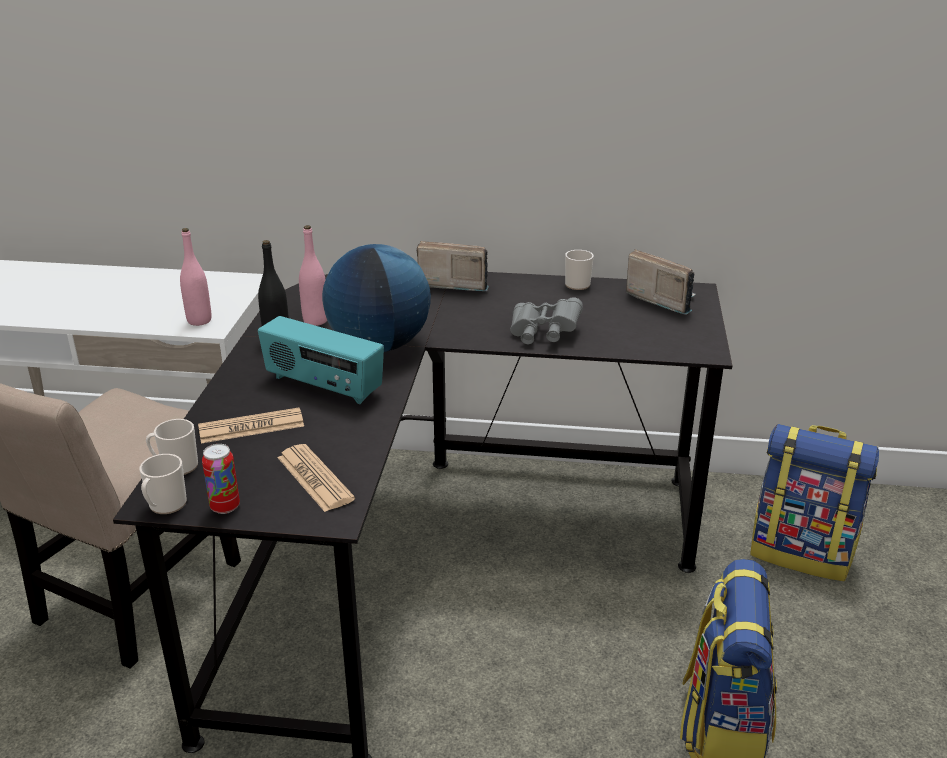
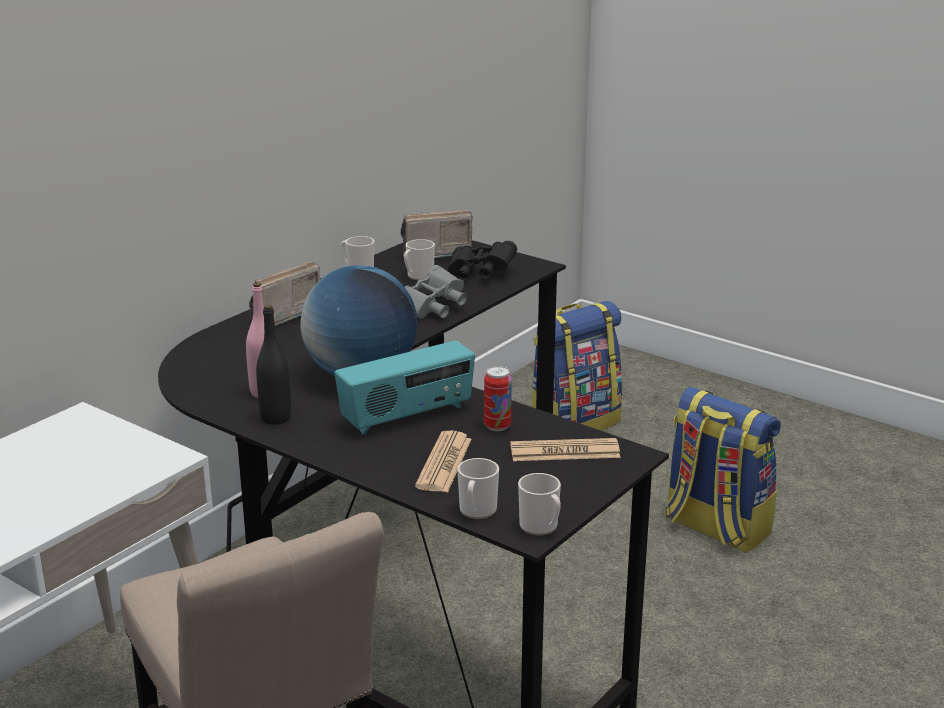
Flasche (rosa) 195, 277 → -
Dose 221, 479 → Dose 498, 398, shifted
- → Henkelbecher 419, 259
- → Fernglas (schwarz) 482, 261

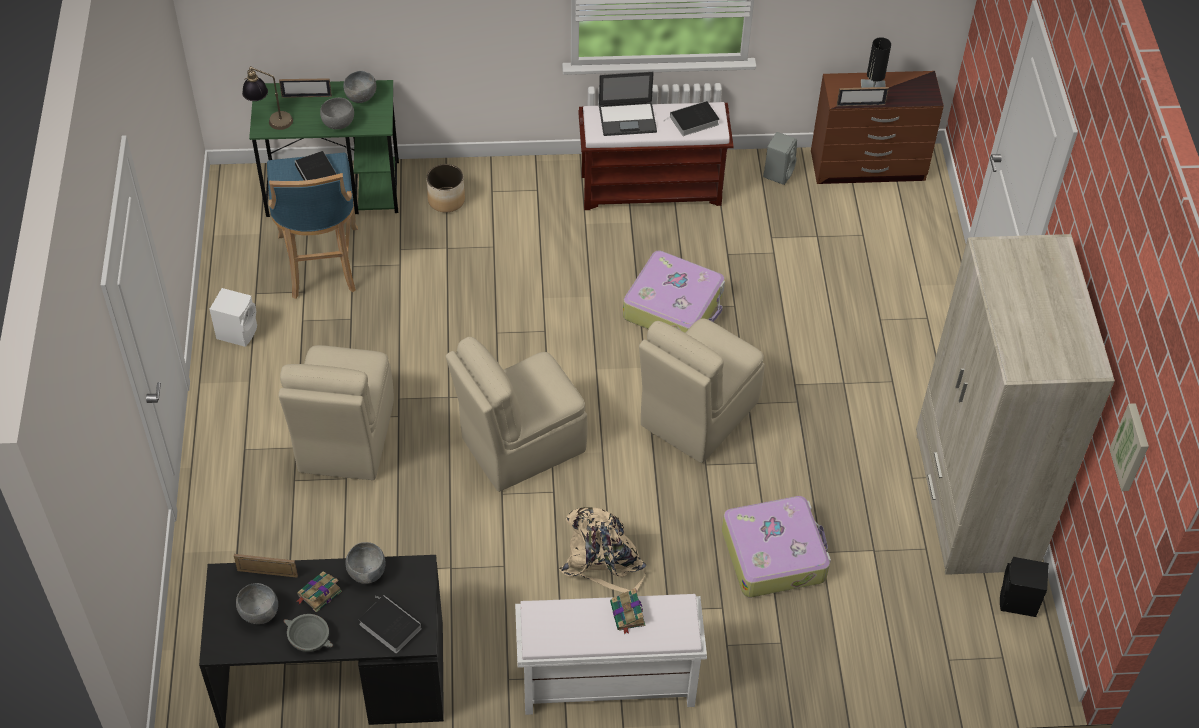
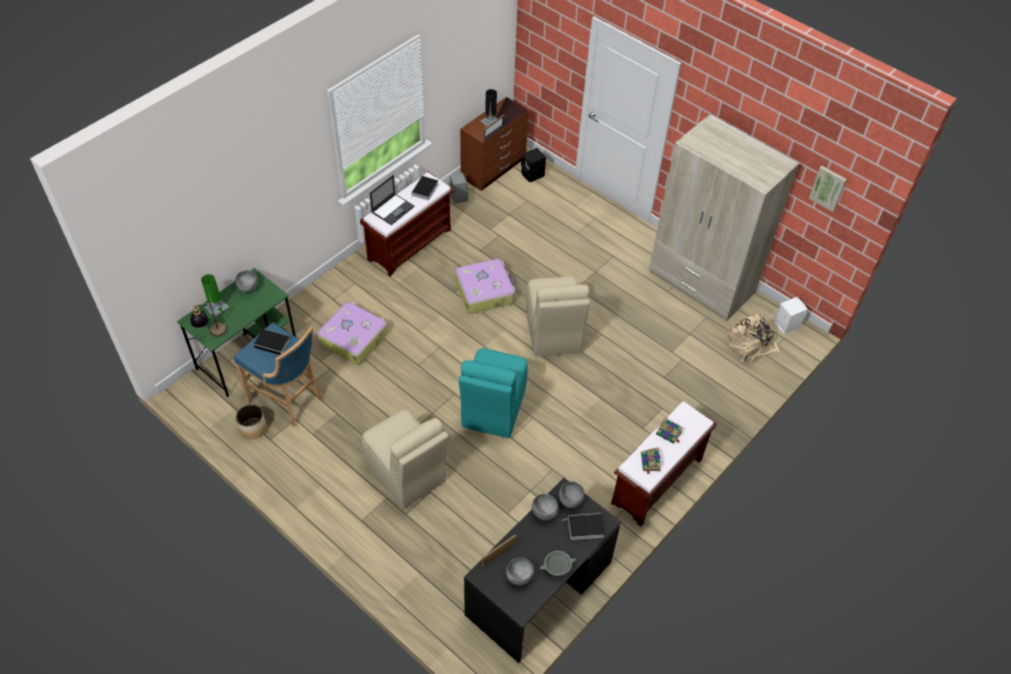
Bilderrahmen 305, 88 → Tischlampe (grün) 215, 295
Schüssel (grau) 337, 113 → Schüssel (grau) 572, 494, shifted
Pflanzkübel 445, 188 → Pflanzkübel 251, 421, shifted
Lautsprecher (weiß) 233, 317 → Lautsprecher (weiß) 790, 315, shifted
Stuhl (beige) 516, 414 → Stuhl (türkis) 493, 393
Koffer 776, 546 → Koffer 353, 333, shifted
Rucksack (beige) 602, 550 → Rucksack (beige) 753, 338, shifted
Lautsprecher (schwarz) 1024, 587 → Lautsprecher (schwarz) 533, 165, shifted
Buch 319, 592 → Buch 651, 460, shifted
Bank (weiß) 611, 654 → Bank (braun) 664, 464

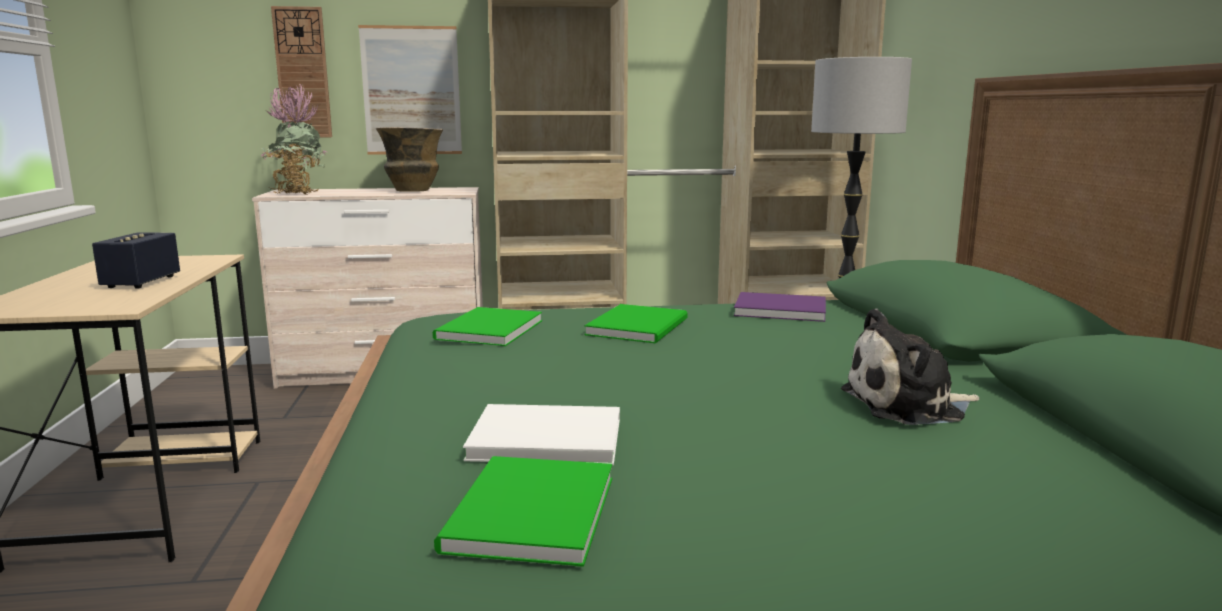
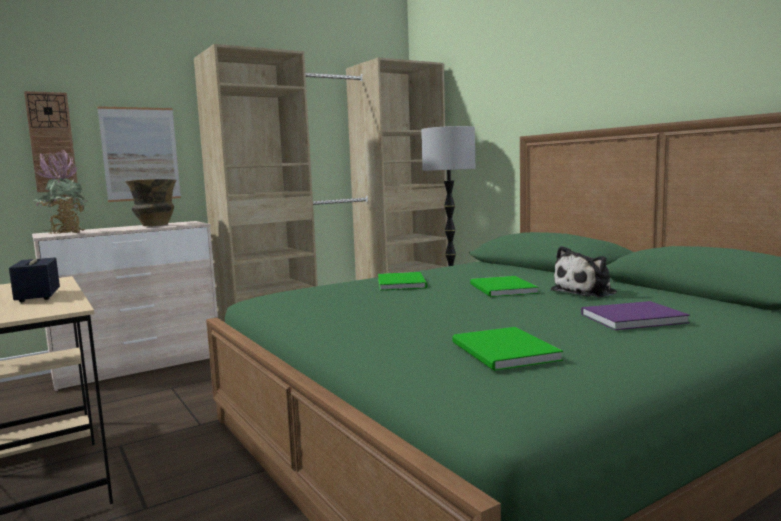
Buch (lila) 780, 307 → Buch (lila) 635, 315, shifted
Buch (grün) 487, 326 → Buch (grün) 504, 286, shifted
Buch (weiß) 541, 434 → -

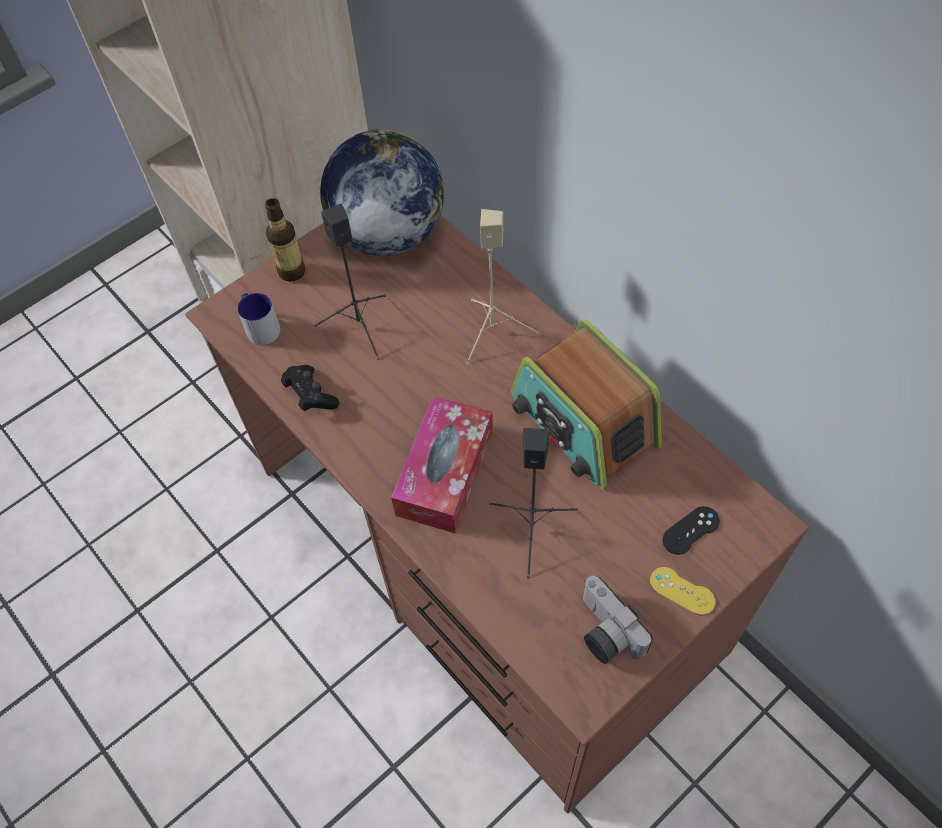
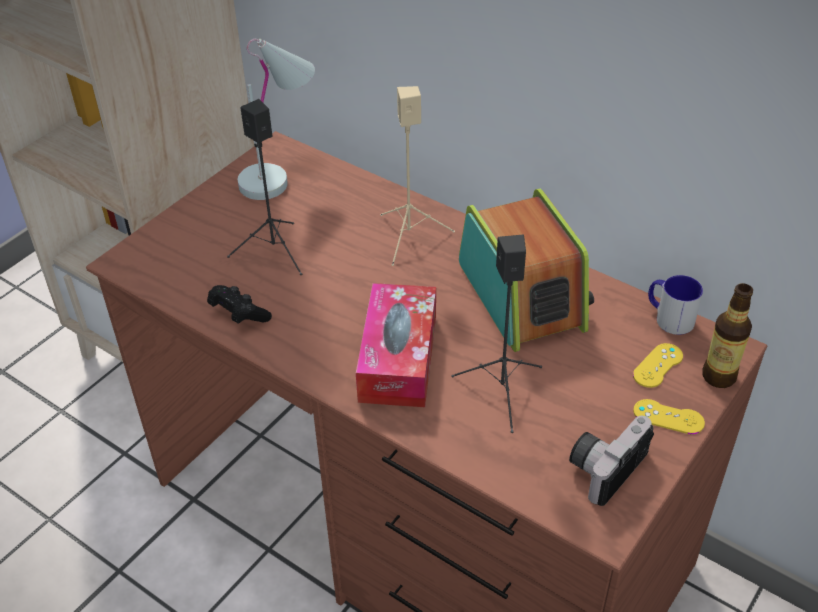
Globus 382, 192 → Tischlampe (weiß) 276, 119
Flasche 285, 240 → Flasche 728, 335, shifted
Henkelbecher 258, 319 → Henkelbecher 675, 305, shifted
Radio 586, 404 → Radio 526, 270, 150 degrees counterclockwise
Gamepad (schwarz) 691, 530 → Gamepad (gelb) 658, 365
Kamera 618, 620 → Kamera 611, 461, 90 degrees clockwise

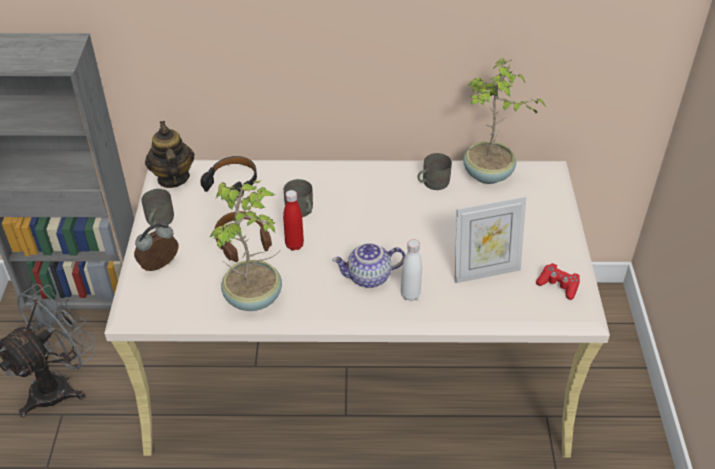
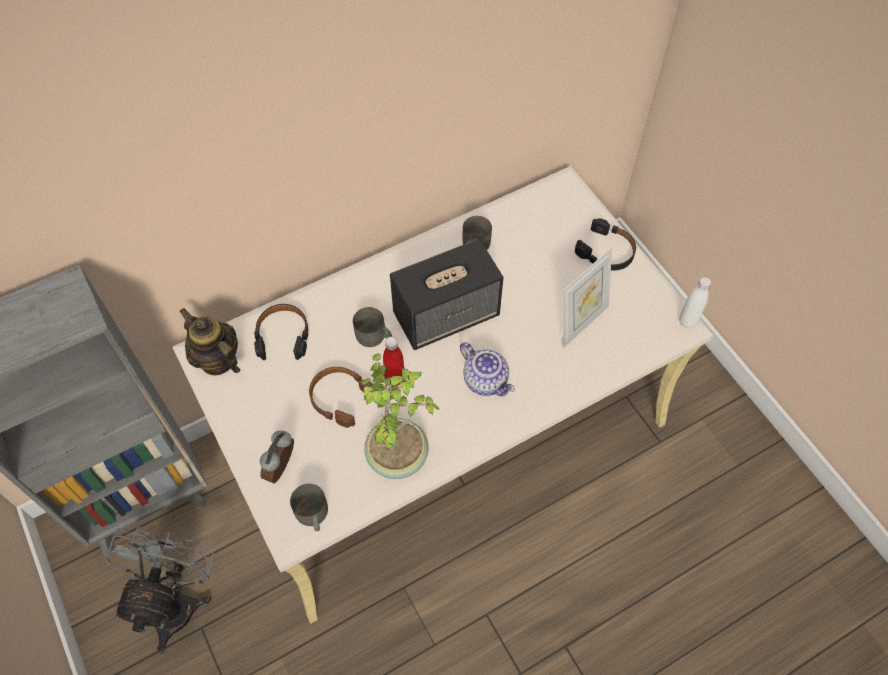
Topfpflanze 504, 121 → -
Henkelbecher (grau) 157, 207 → Henkelbecher (grau) 309, 507, shifted
Flasche (weiß) 411, 270 → Flasche (weiß) 695, 302, shifted
Teekanne 368, 265 → Teekanne 487, 369, 90 degrees counterclockwise
Gamepad (rot) 558, 281 → -
- → Kopfhörer (schwarz) 605, 244
- → Lautsprecher 446, 294

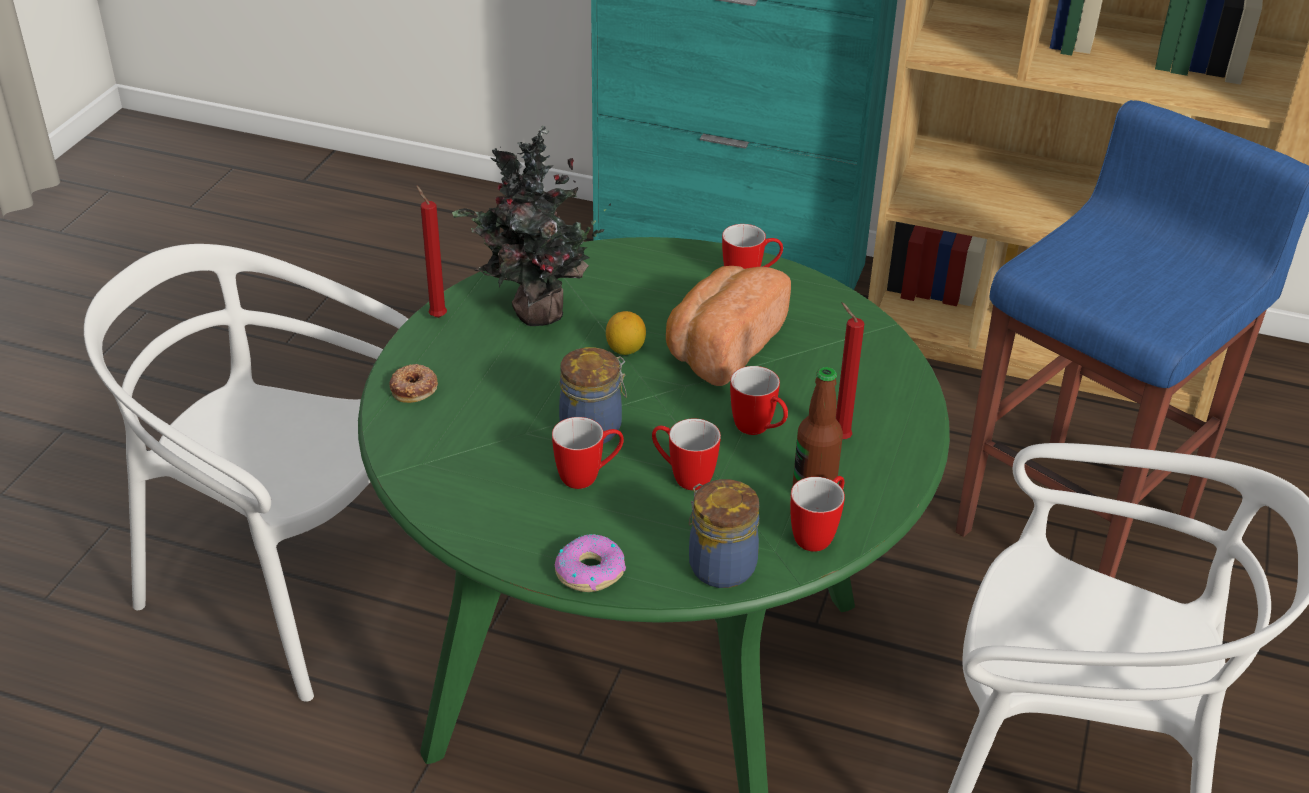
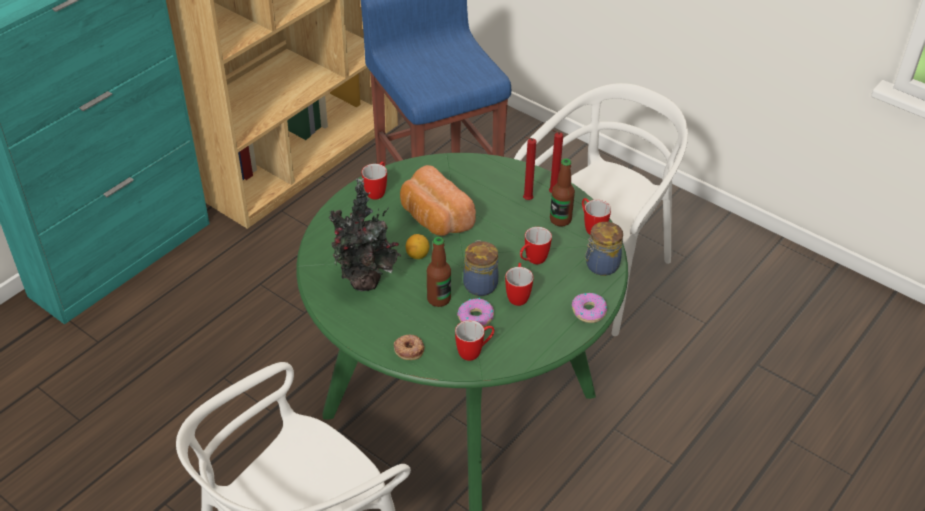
Kerze (rot) 431, 251 → Kerze (rot) 556, 161, shifted
Henkelbecher 759, 400 → Henkelbecher 474, 340, shifted
- → Flasche 439, 272
- → Donut 475, 312

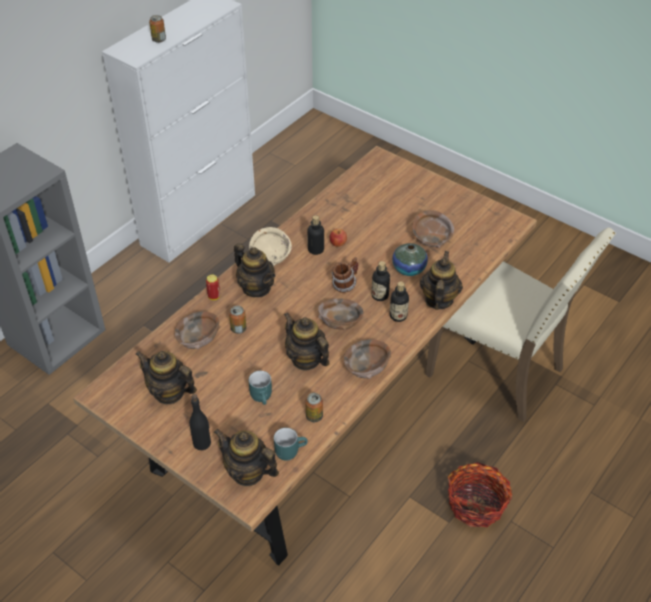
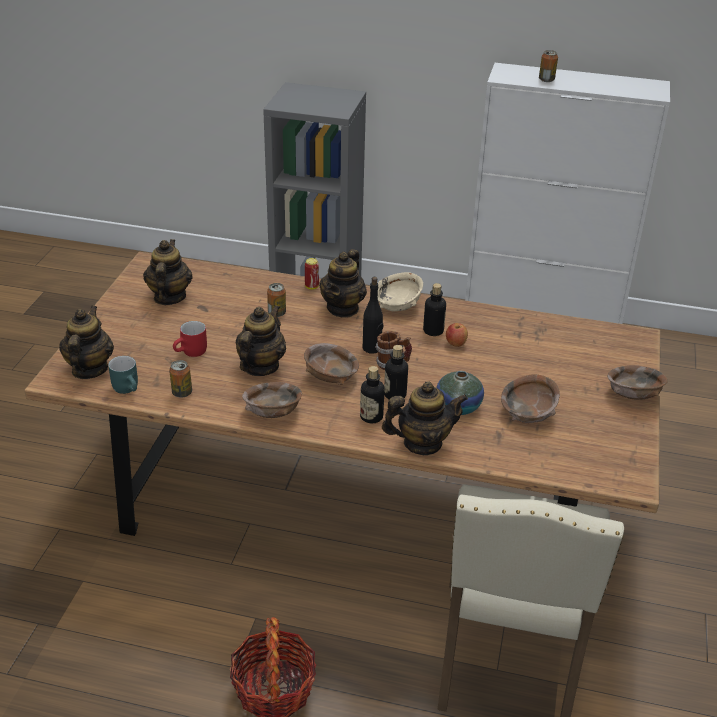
Schüssel (braun) 198, 330 → Schüssel (braun) 637, 382, shifted
Henkelbecher (türkis) 260, 388 → Henkelbecher (rot) 190, 339
Flasche (schwarz) 200, 422 → Flasche (schwarz) 373, 315, shifted

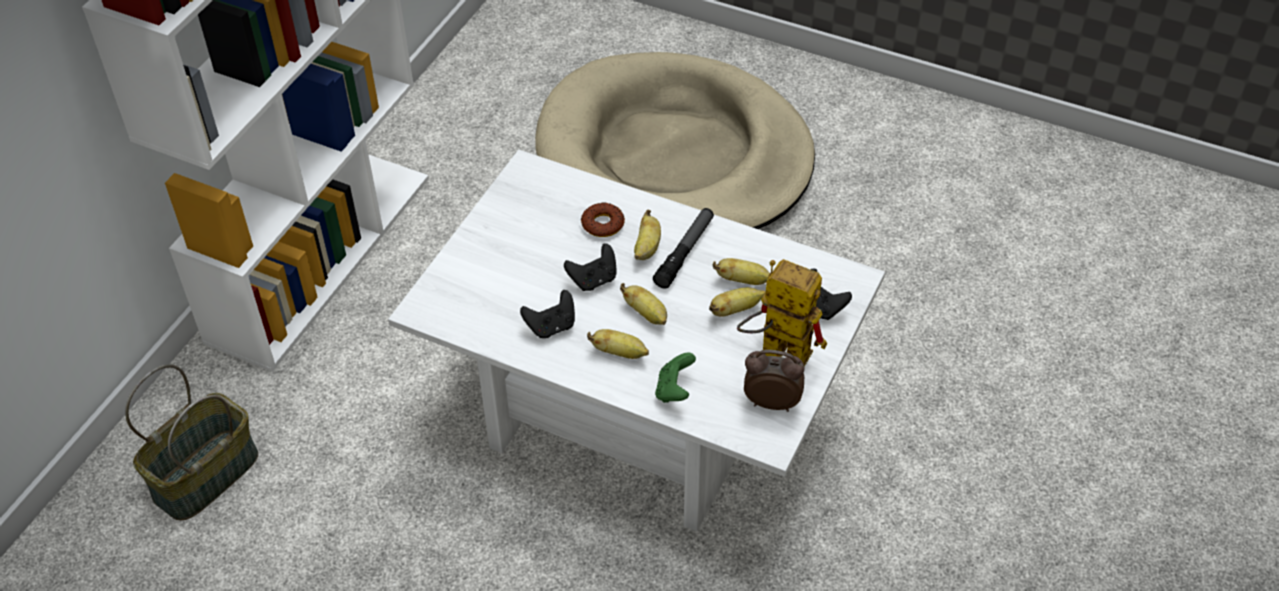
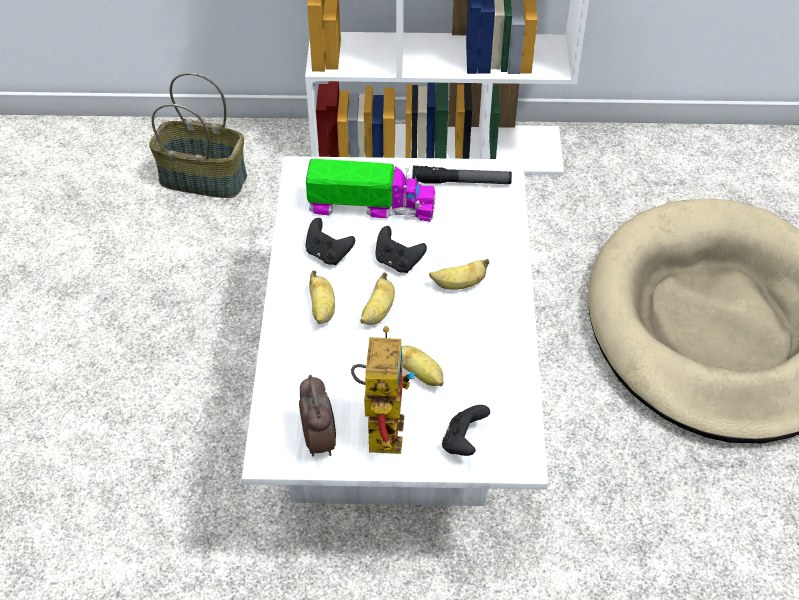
Donut 603, 219 → -
Taschenlampe 683, 248 → Taschenlampe 462, 175, shifted
Banane 741, 271 → -
Gamepad (grün) 675, 378 → -
- → Spielzeuglaster 371, 190

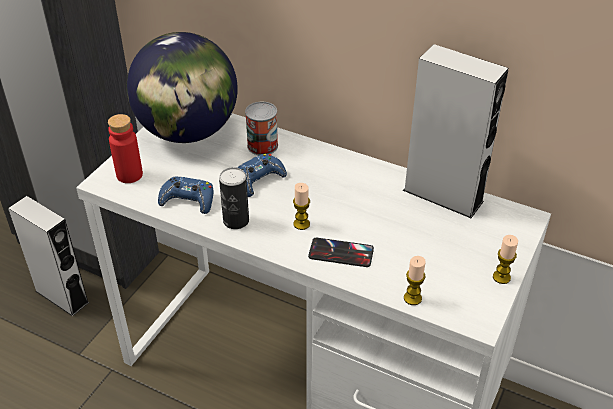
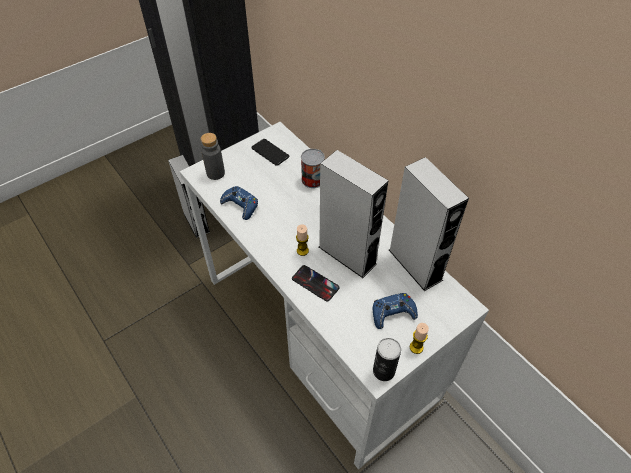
Globus 182, 87 → Handy 270, 152
Flasche (rot) 125, 148 → Flasche (grau) 213, 156
Gamepad (blau) 262, 175 → Gamepad (blau) 395, 311, shifted
Dose 234, 198 → Dose 387, 359, shifted
Kerze 415, 280 → -
- → Lautsprecher (grau) 354, 214

